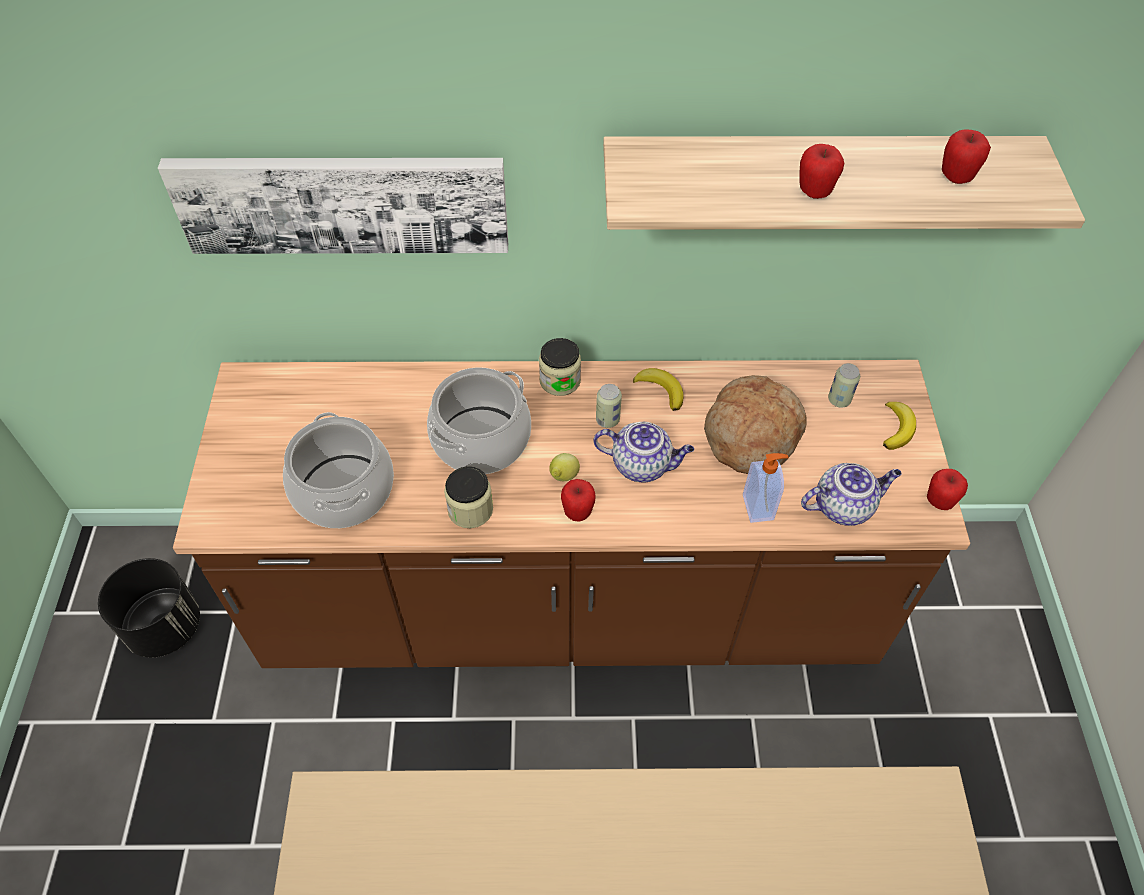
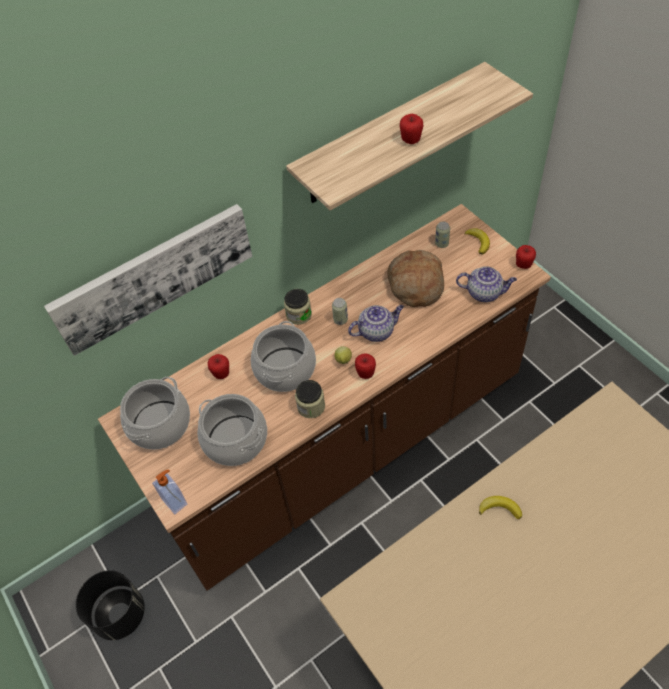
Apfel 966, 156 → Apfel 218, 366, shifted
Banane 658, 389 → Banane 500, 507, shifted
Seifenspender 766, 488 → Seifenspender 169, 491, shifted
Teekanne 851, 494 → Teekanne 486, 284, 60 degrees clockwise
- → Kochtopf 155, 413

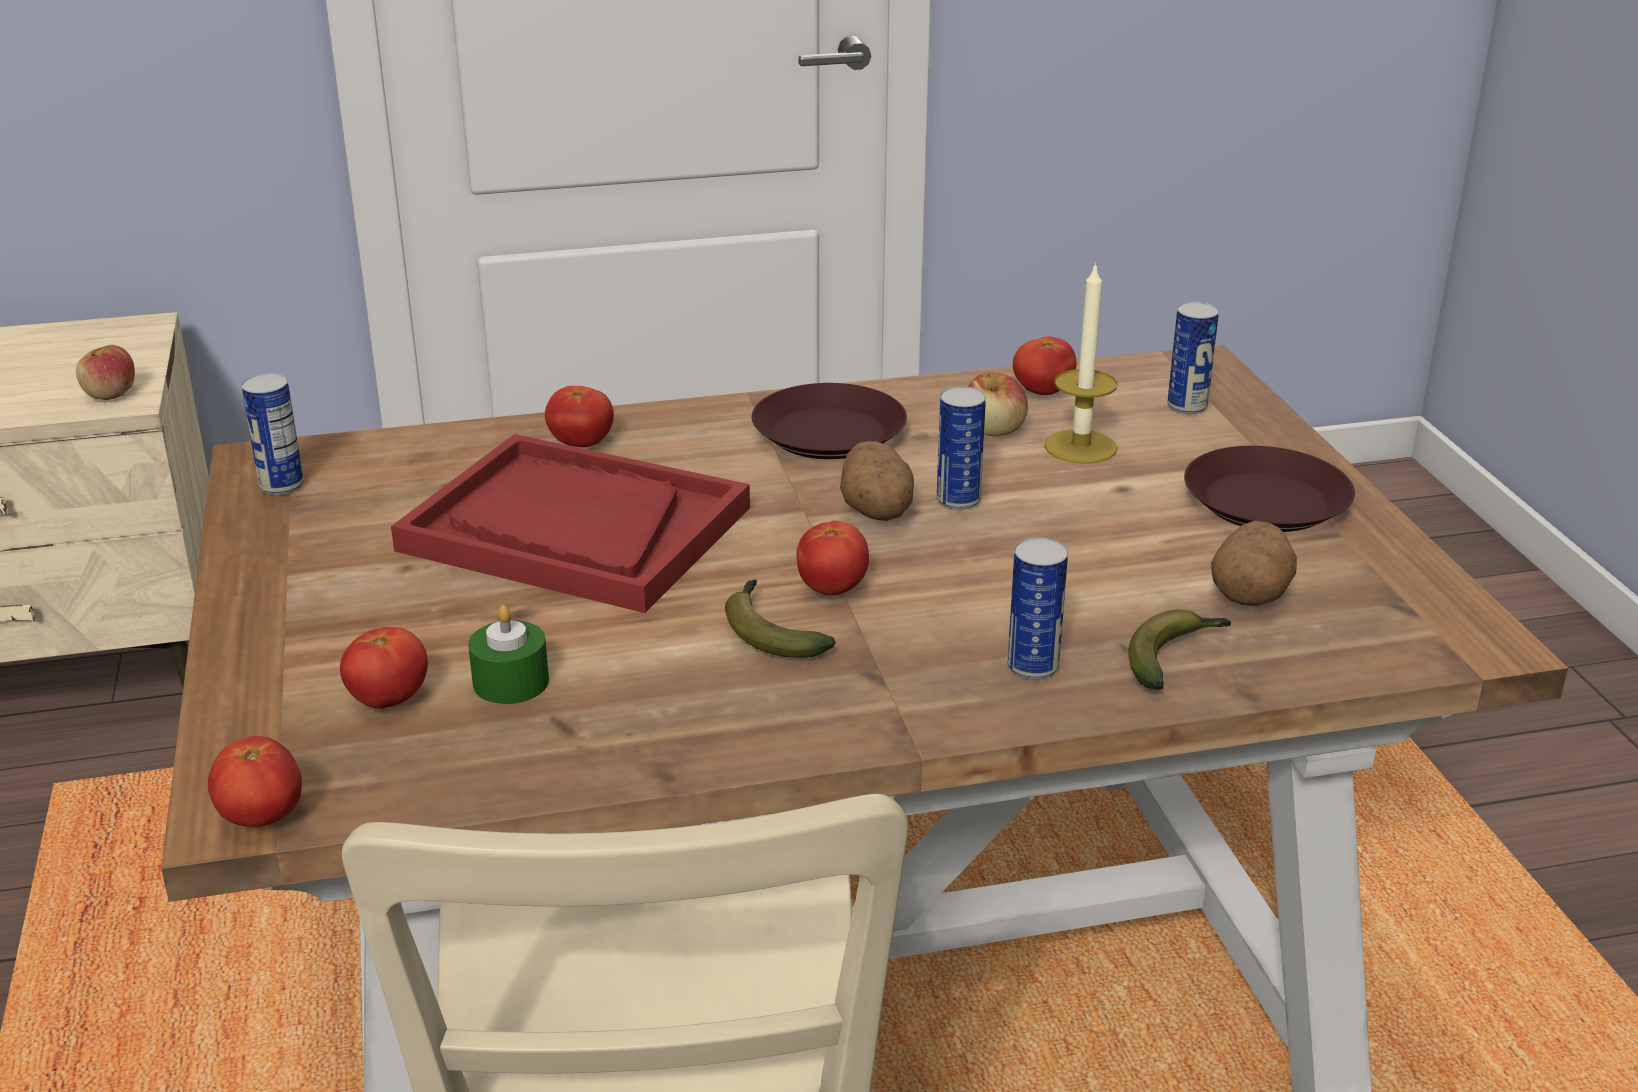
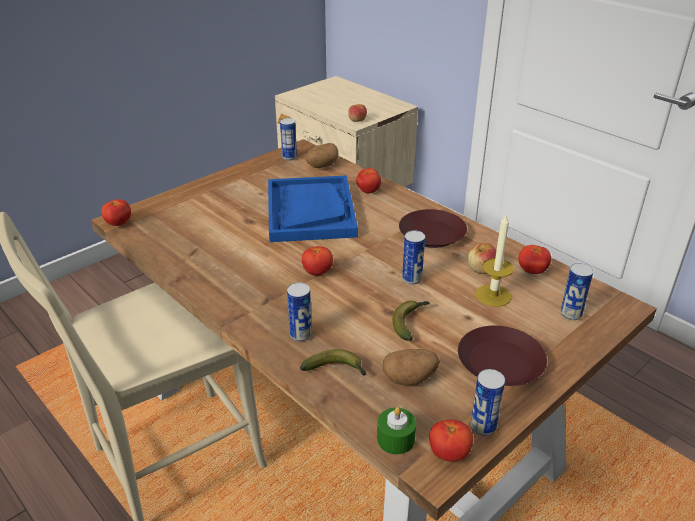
Tablett (rot) 570, 523 → Tablett (blau) 313, 209
Kartoffel 877, 481 → Kartoffel 321, 155, shifted
Banane 780, 618 → Banane 411, 321, shifted
Kerze (grün) 508, 654 → Kerze (grün) 396, 430, shifted
Tomate 384, 668 → Tomate 451, 441, shifted
- → Dose 488, 402

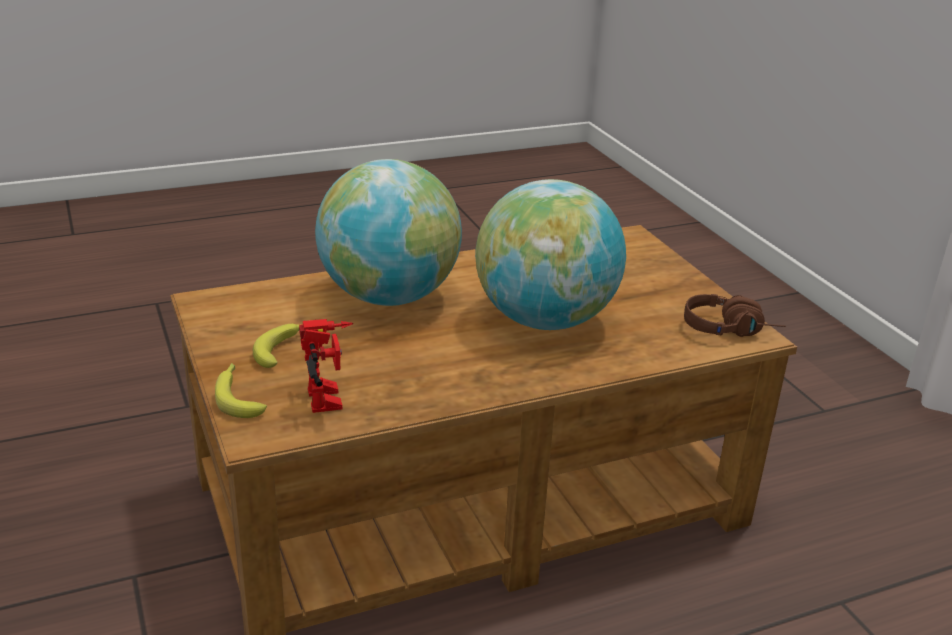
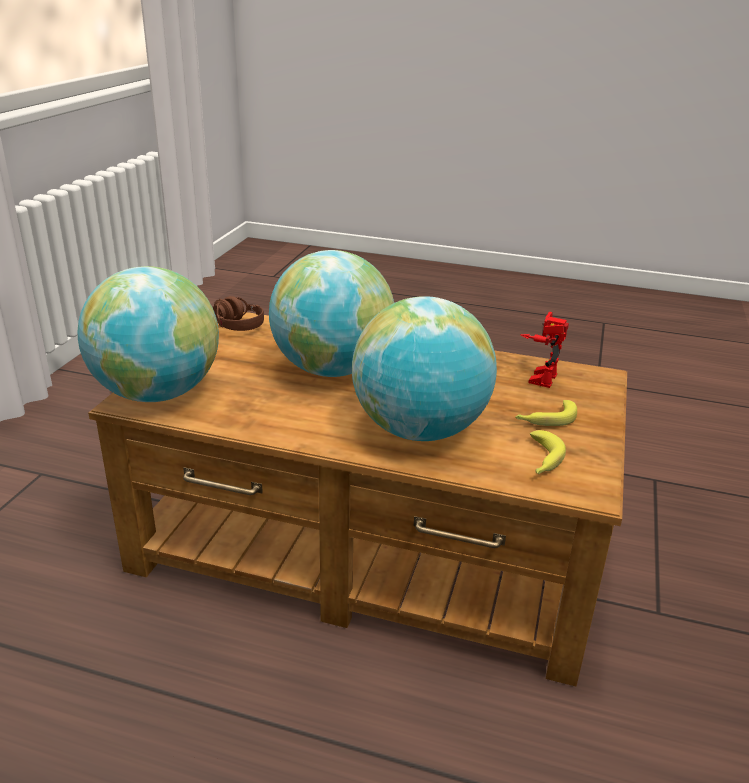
Banane 241, 390 → Banane 548, 452, shifted
- → Globus 148, 334

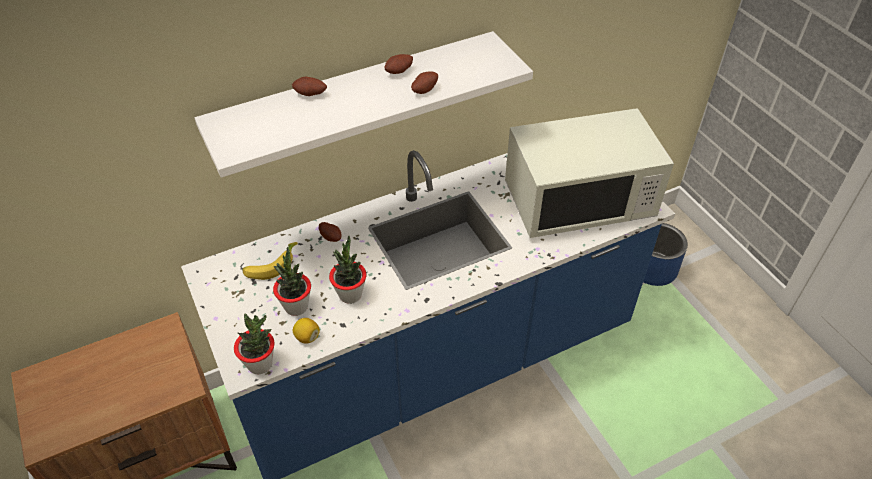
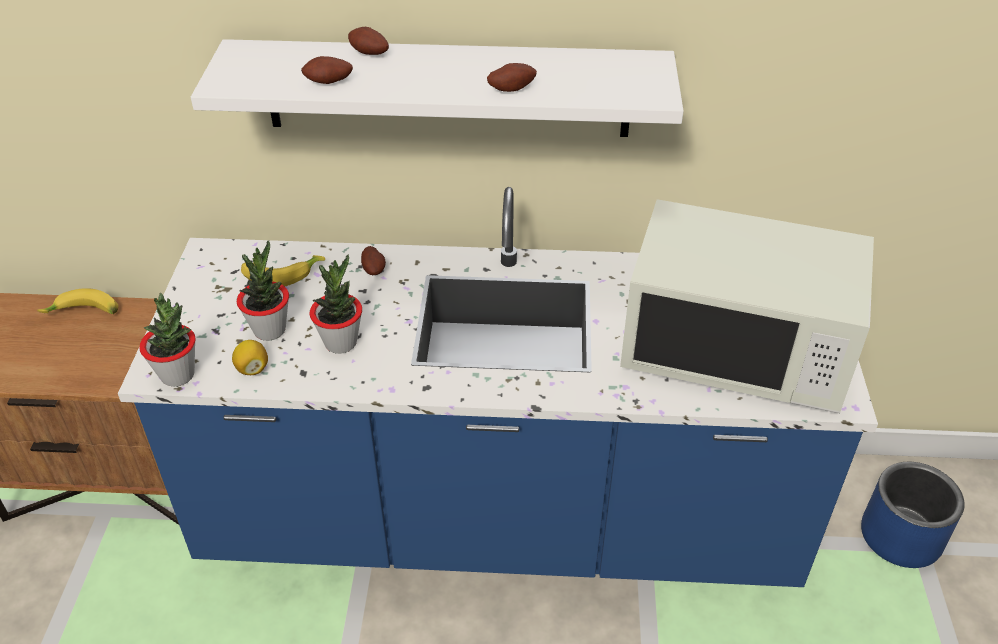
Kartoffel 398, 64 → Kartoffel 327, 70, shifted
- → Banane 77, 301

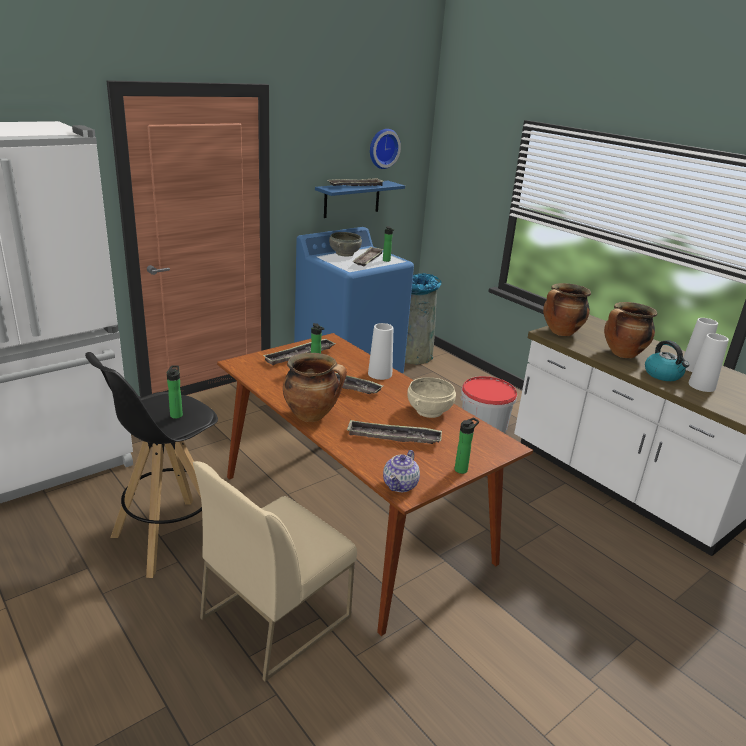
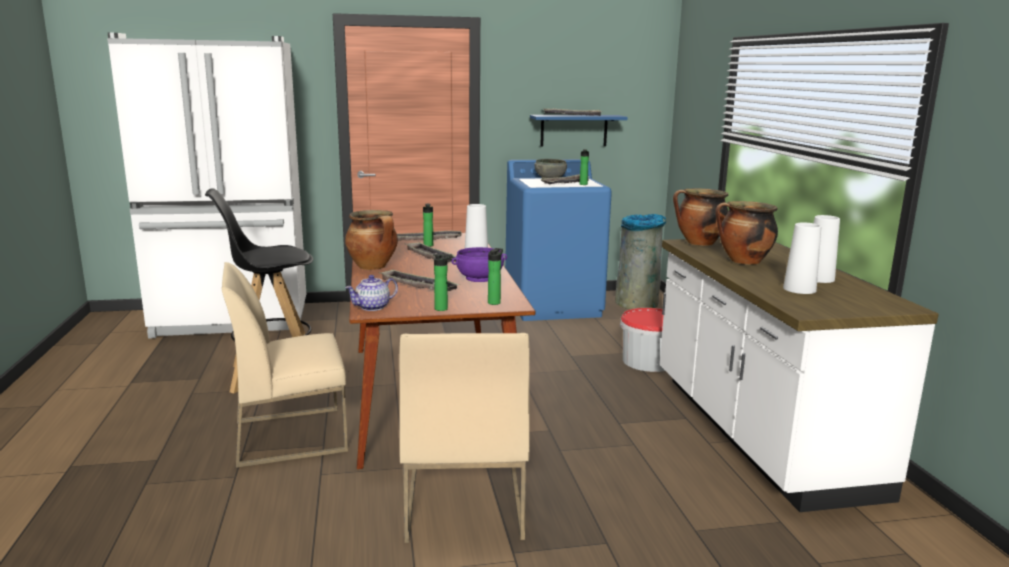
Wanduhr 385, 149 → -
Wasserkessel 667, 360 → -
Flasche 175, 392 → Flasche 495, 276, shifted
Schüssel (beige) 431, 397 → Schüssel (lila) 479, 264
- → Stuhl (beige) 464, 438

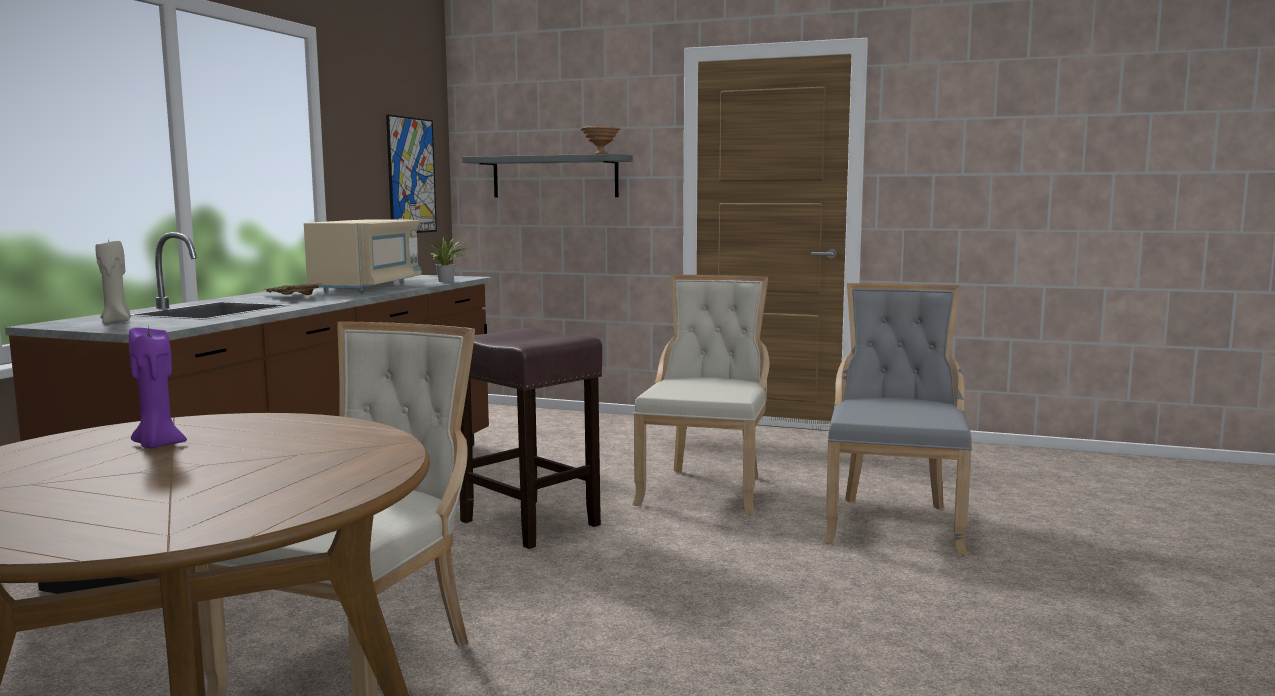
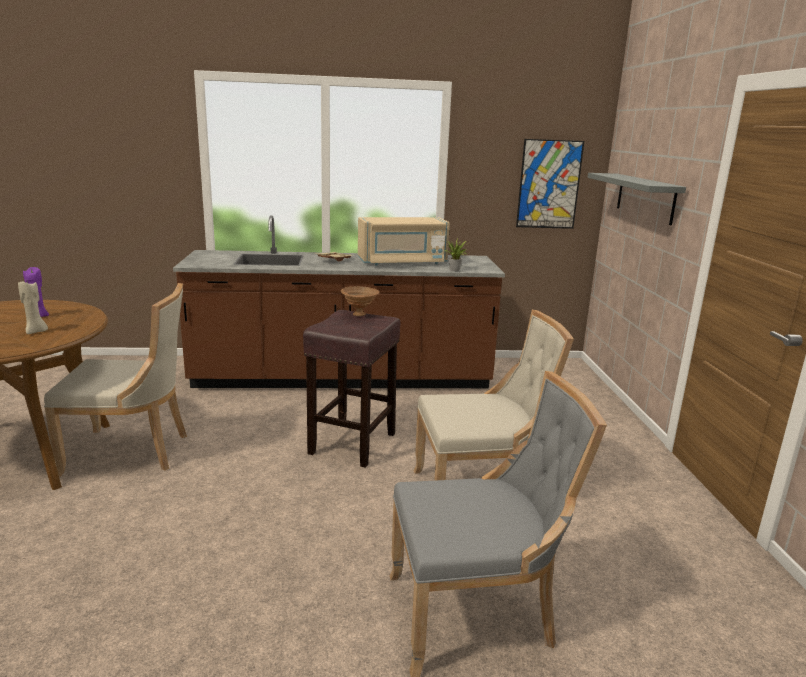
Schüssel (braun) 600, 140 → Schüssel (braun) 360, 301, shifted
Kerze (beige) 113, 282 → Kerze (beige) 33, 307, shifted

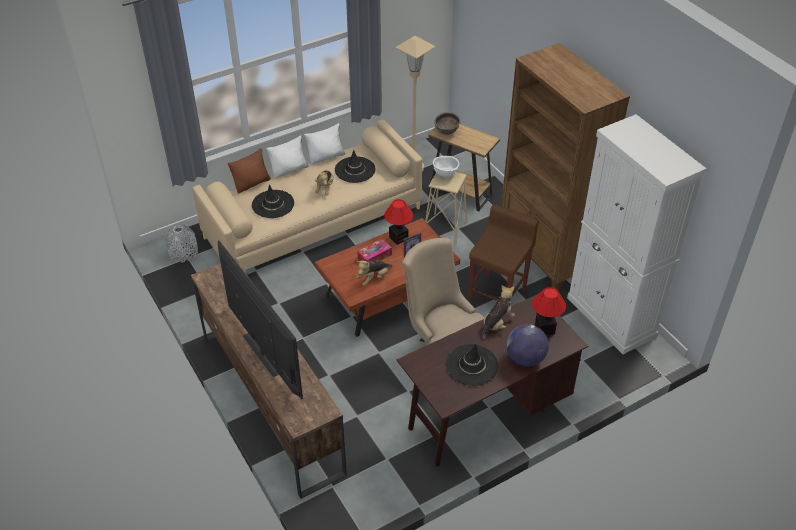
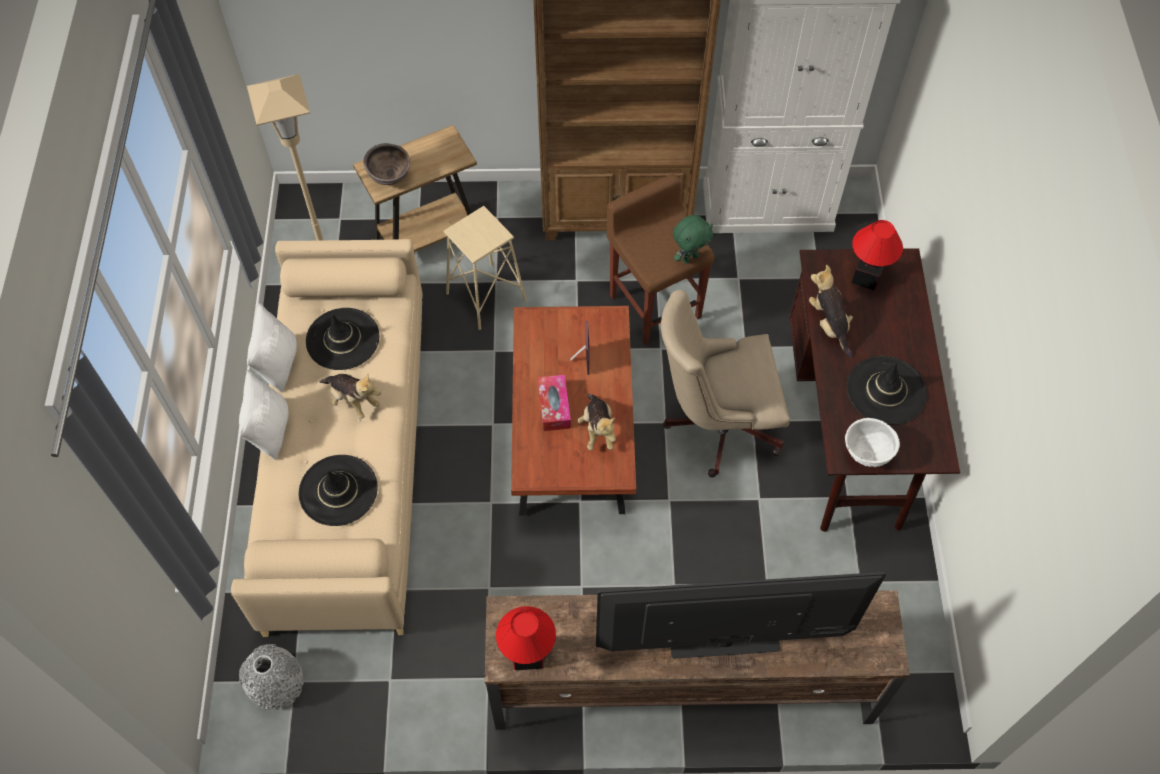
Kissen (braun) 249, 171 → -
Schüssel (weiß) 446, 166 → Schüssel (weiß) 872, 442, shifted
Tischlampe 398, 222 → Tischlampe 526, 638, shifted
Globus 527, 345 → -
- → Plüschtier (grün) 693, 239

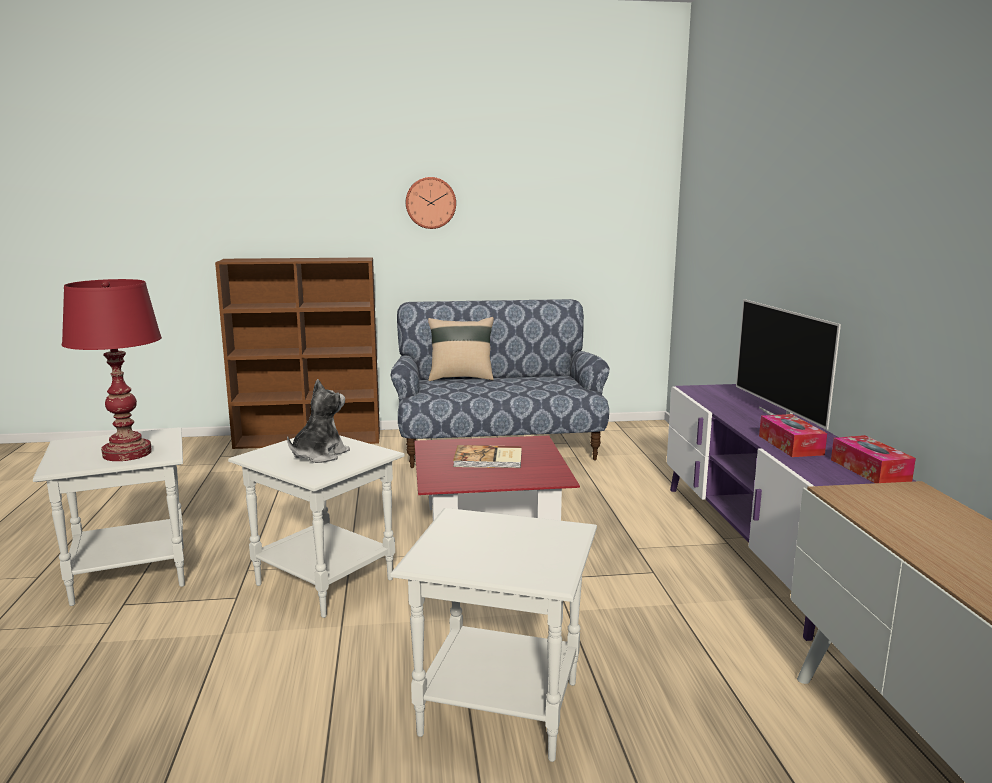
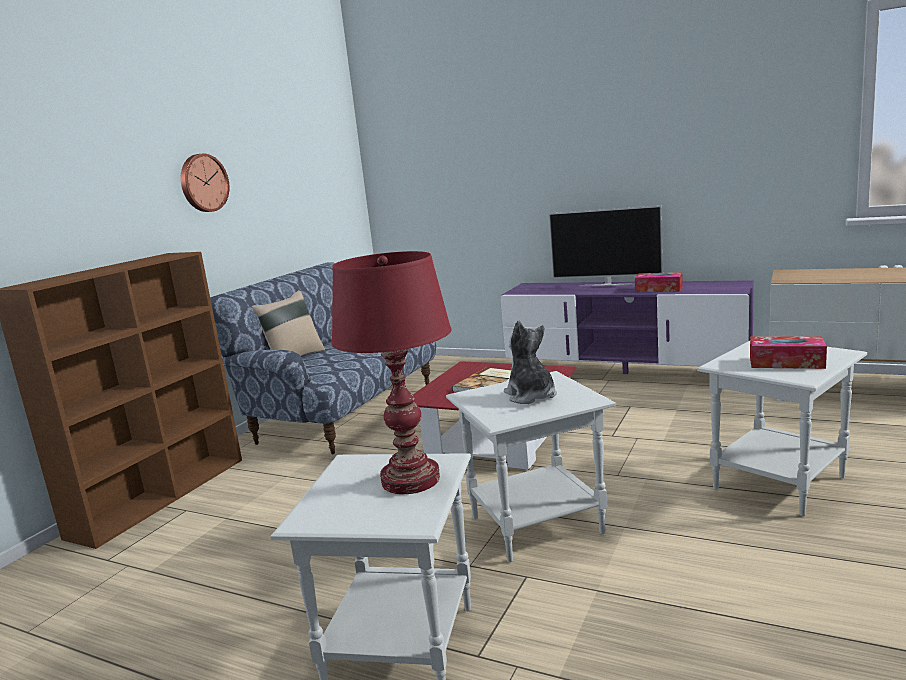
Taschentuchbox 873, 459 → Taschentuchbox 788, 352, shifted

